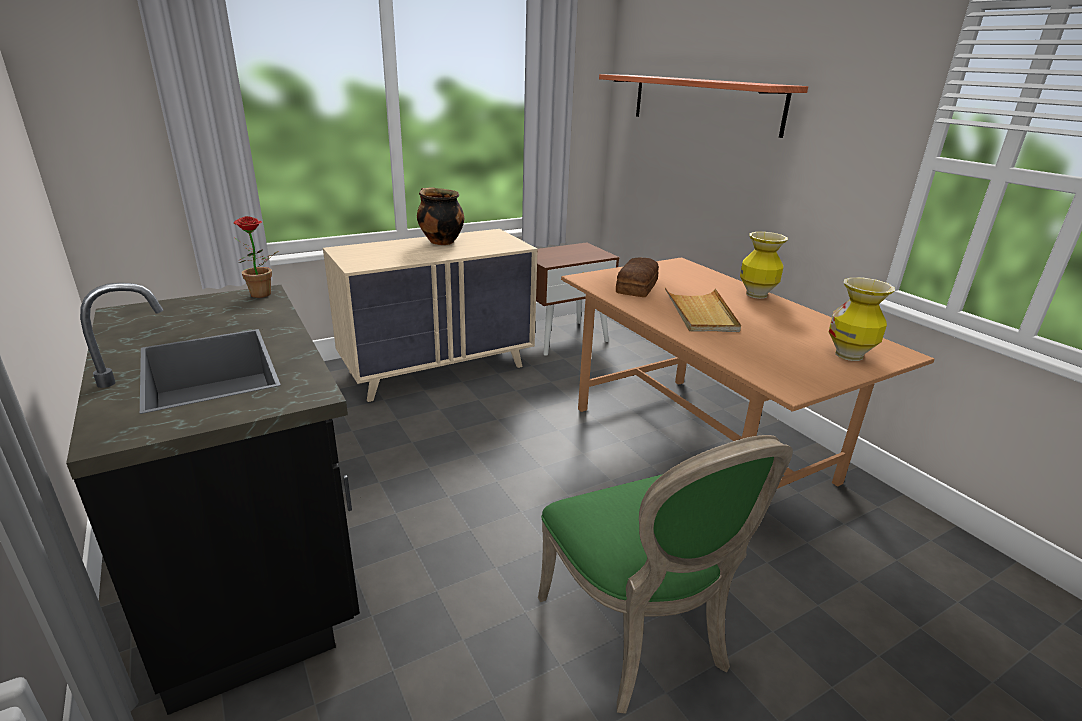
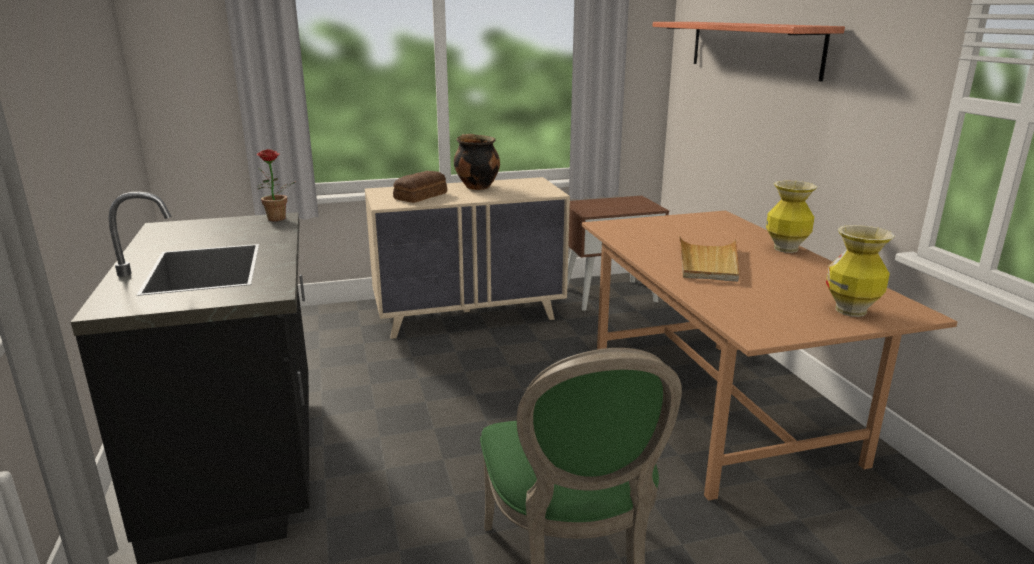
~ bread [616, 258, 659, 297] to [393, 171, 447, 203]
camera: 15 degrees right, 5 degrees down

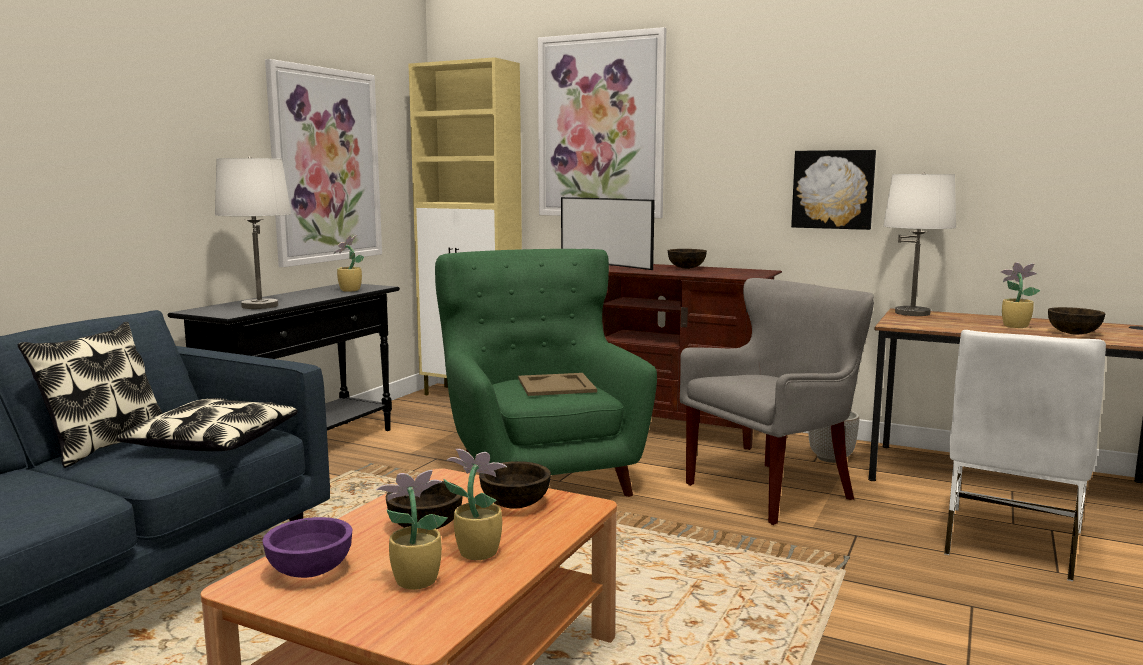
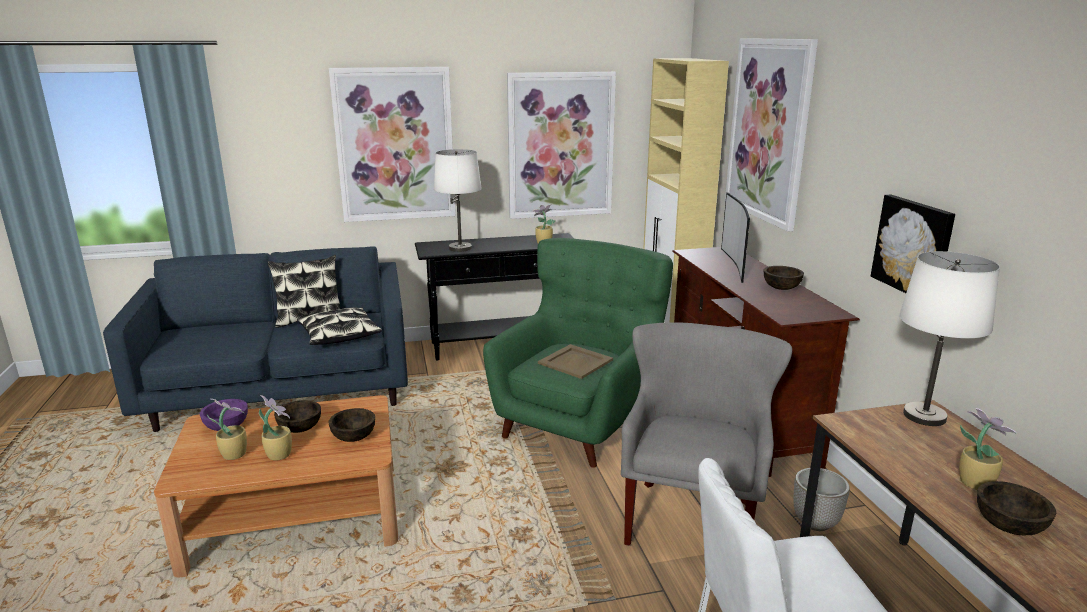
+ picture [329, 67, 456, 222]
~ armchair in grey [680, 278, 874, 525] = [621, 322, 792, 546] 90 degrees counterclockwise
camera: 50 degrees right, 10 degrees up

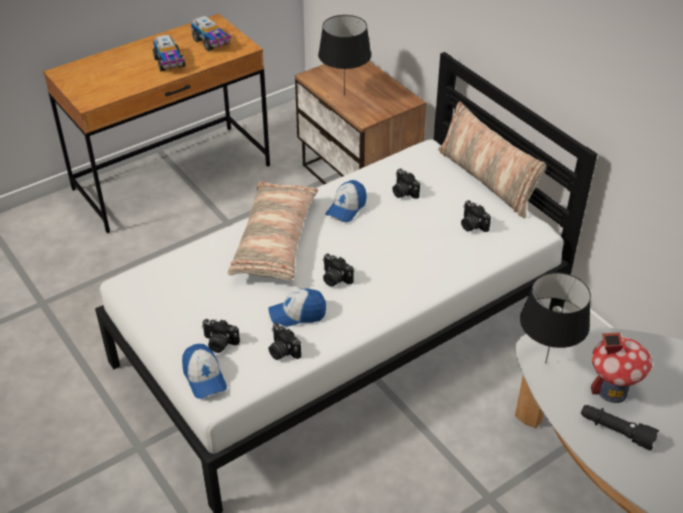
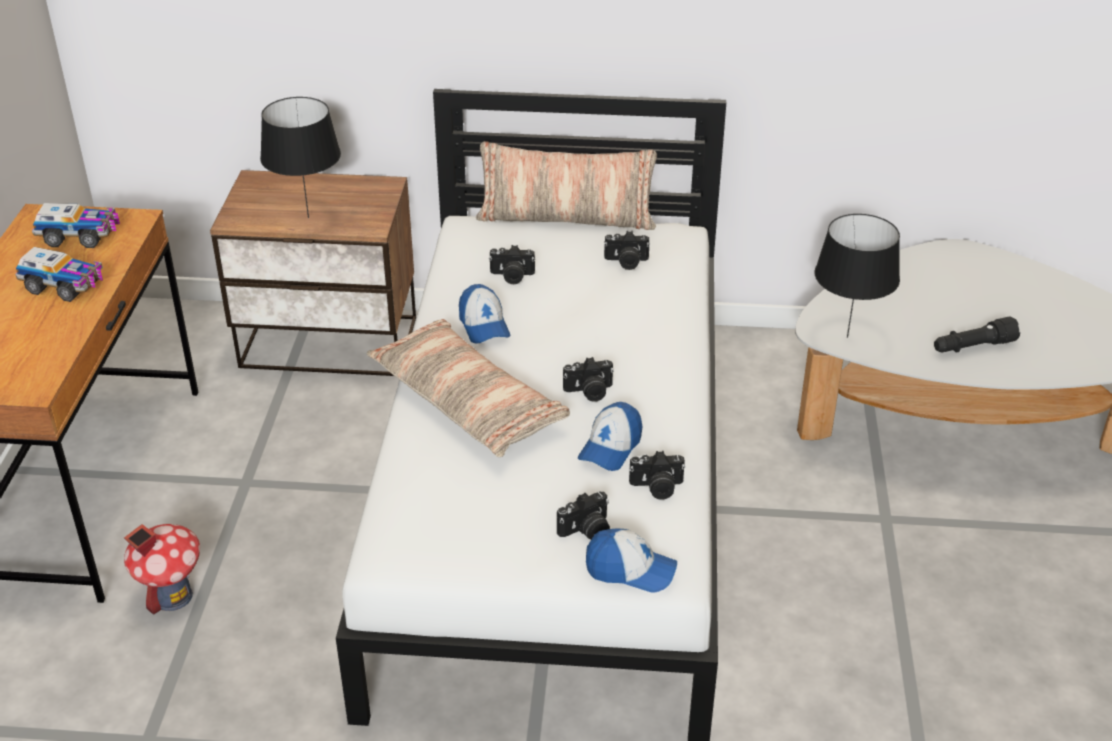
~ toy house [591, 332, 652, 403] to [124, 524, 200, 615]
camera: 50 degrees left, 5 degrees down

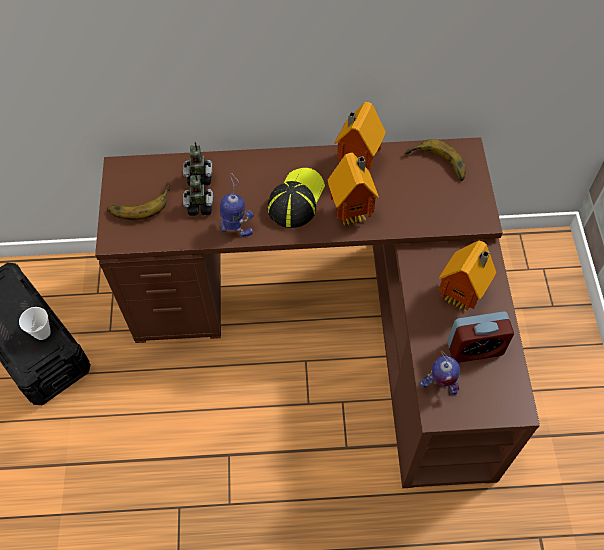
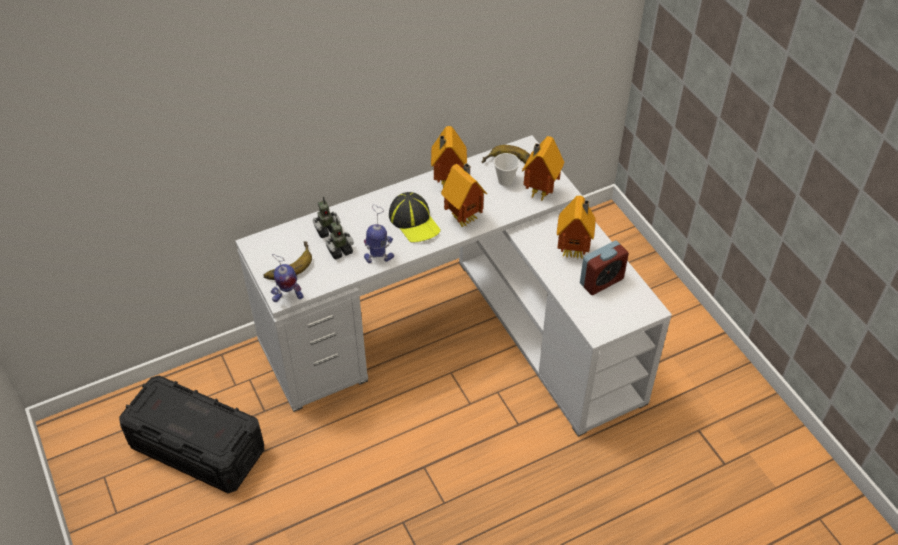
+ toy house [522, 136, 564, 202]
~ cup [19, 307, 51, 340] to [494, 153, 520, 186]
~ toy robot [419, 351, 460, 395] to [271, 254, 304, 302]
~ desk in brown [95, 137, 540, 488] to desk in white [236, 135, 672, 437]
~ cap [268, 168, 325, 228] = [389, 192, 441, 243] 150 degrees clockwise
camera: 25 degrees left, 10 degrees down

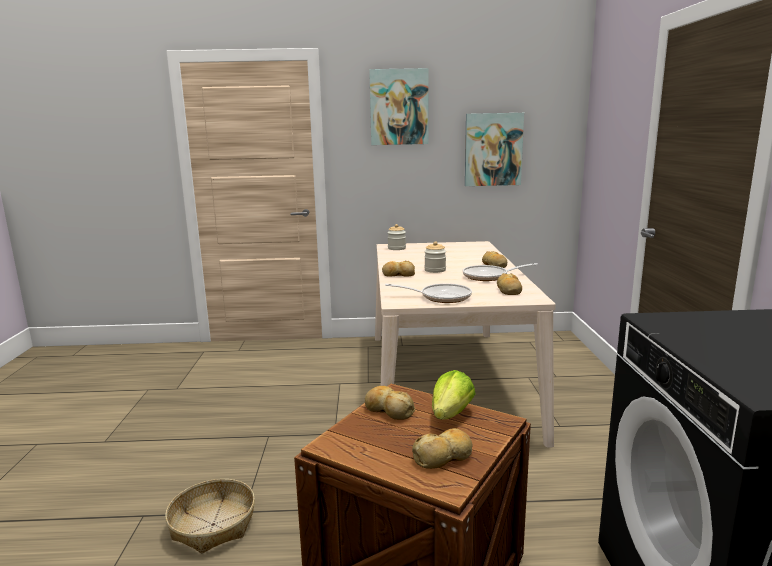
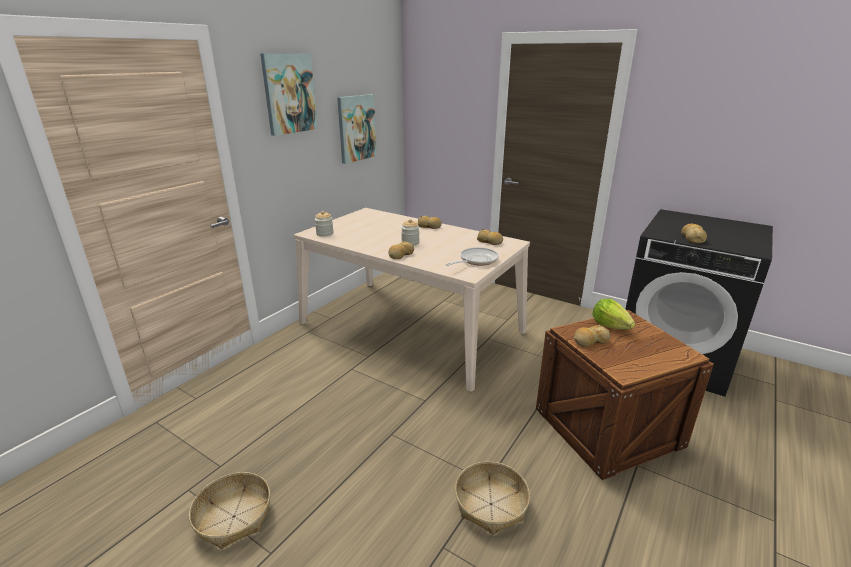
- frying pan [463, 263, 538, 281]
+ basket [189, 472, 271, 549]
~ bread [412, 428, 473, 469] to [681, 223, 707, 243]
camera: 55 degrees left, 10 degrees up

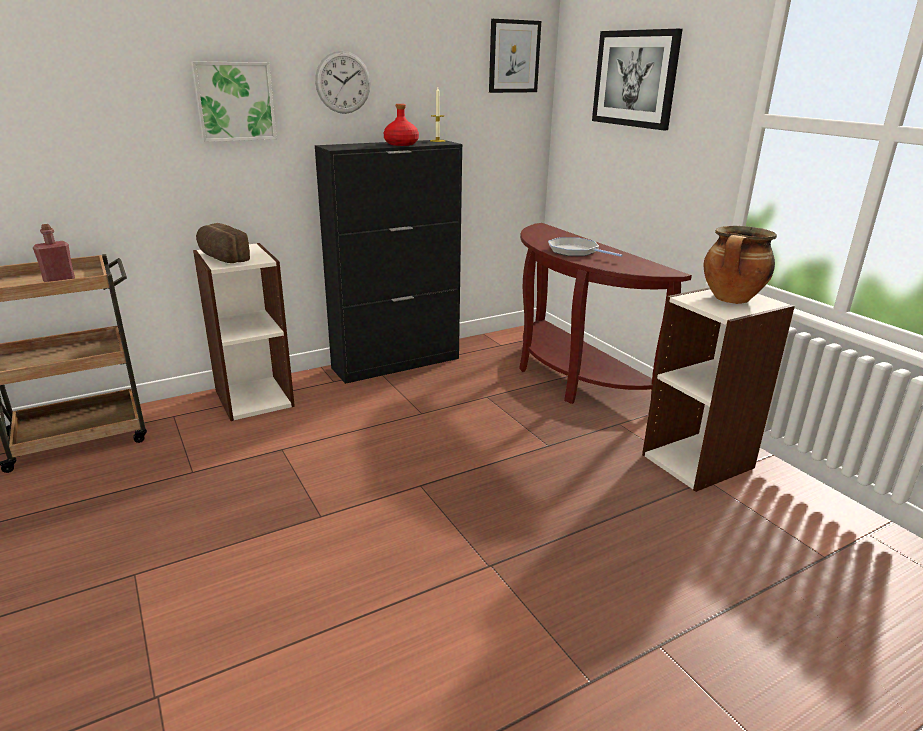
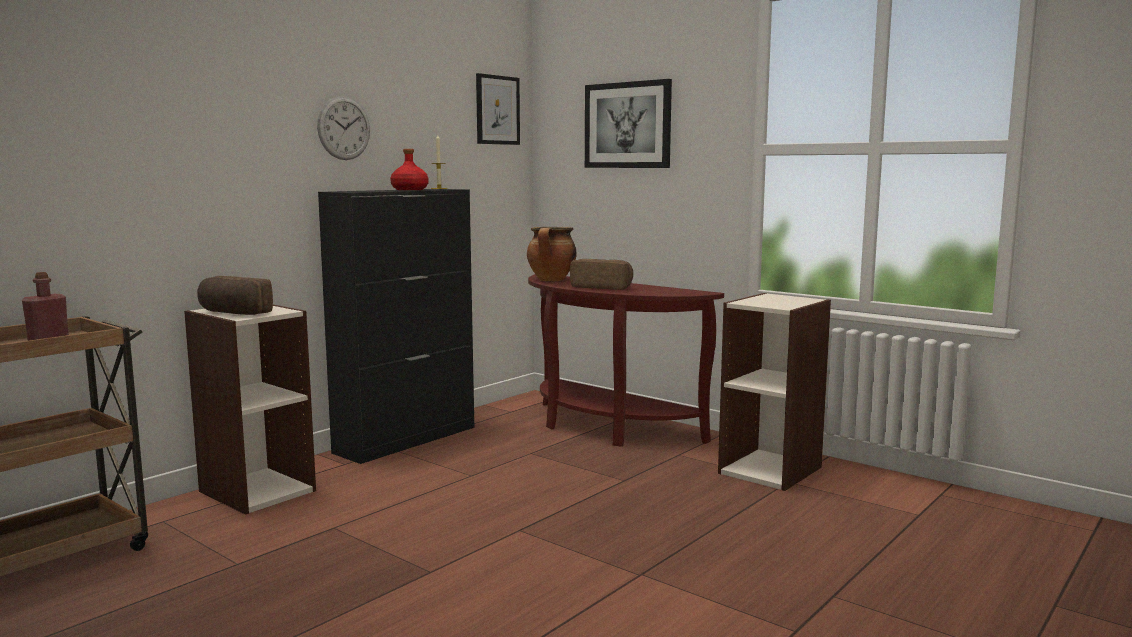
- picture [191, 61, 277, 142]
~ cooking pot [704, 226, 777, 304] to [527, 227, 577, 281]
~ frying pan [548, 237, 623, 257] to bread [570, 259, 633, 290]
camera: 20 degrees left, 15 degrees down

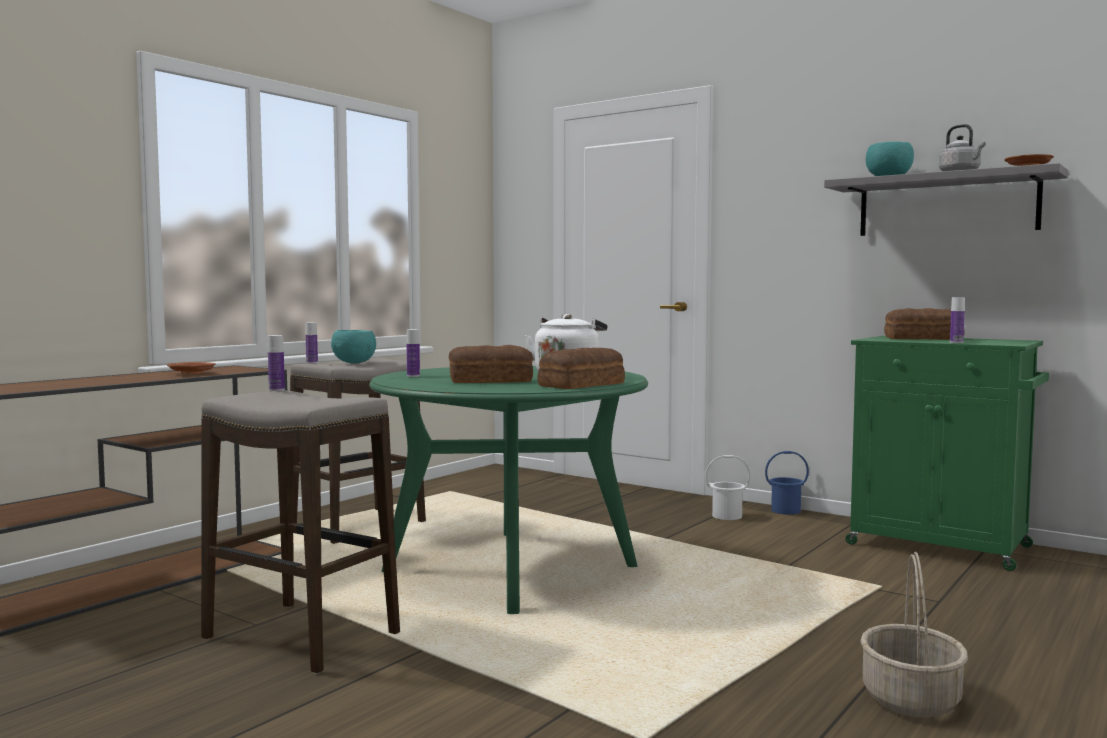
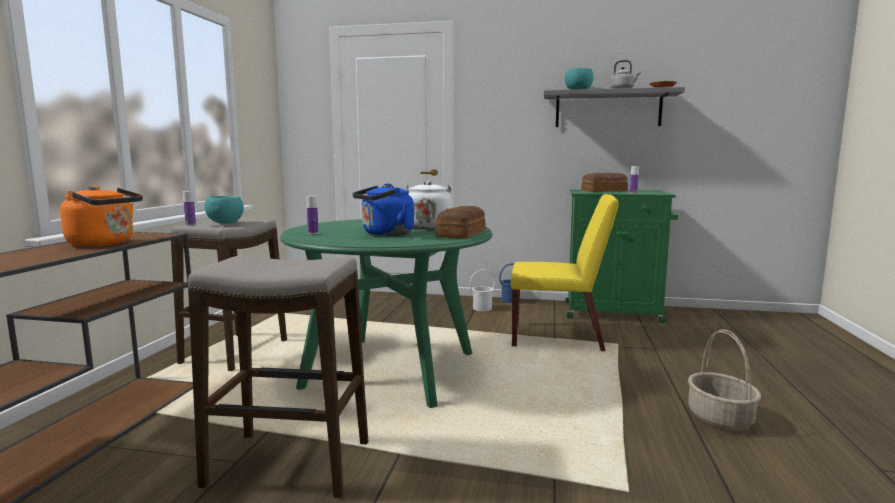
- bottle [268, 335, 285, 391]
+ chair in yellow [511, 194, 619, 351]
~ plate in brown [167, 362, 216, 374] to kettle in orange [60, 186, 143, 246]
~ bread [449, 345, 533, 383] to kettle in blue [352, 183, 414, 236]
camera: 25 degrees left, 5 degrees up

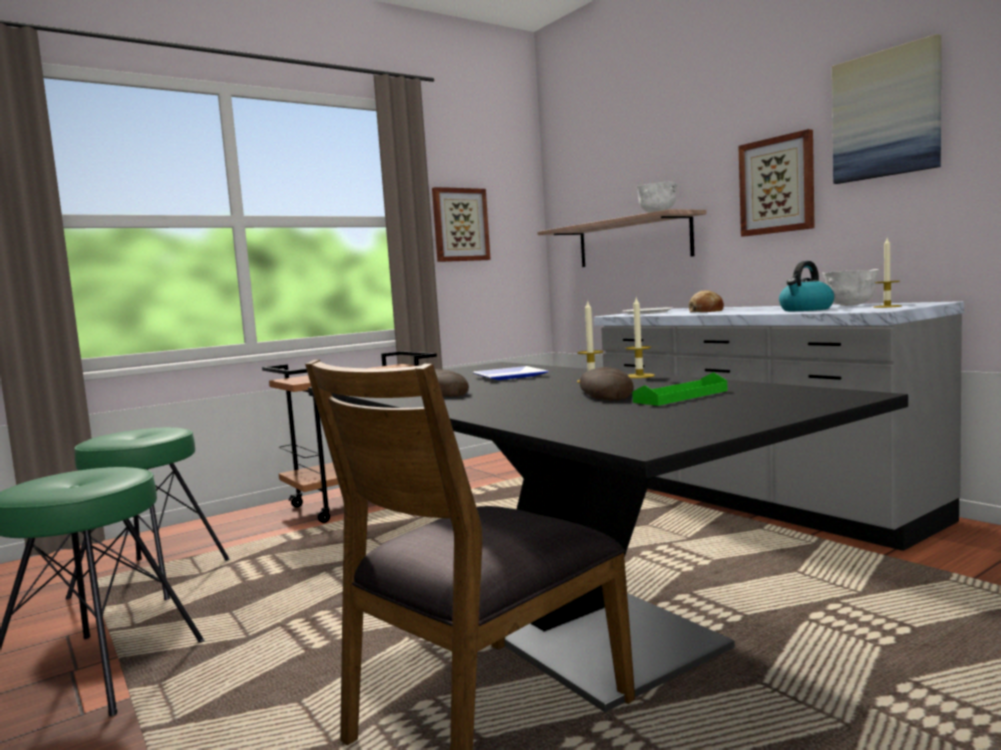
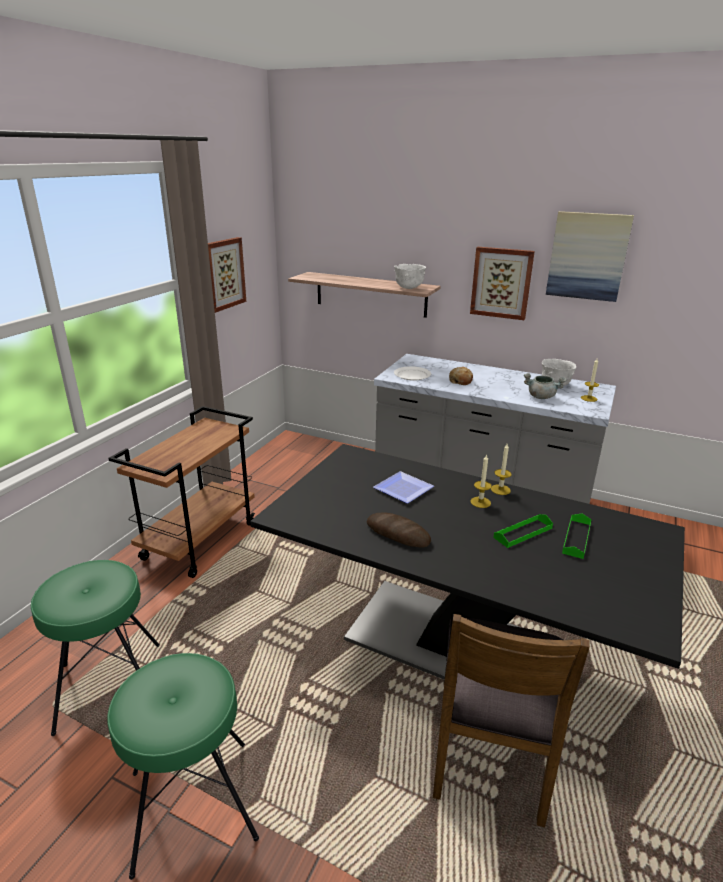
~ bread [579, 367, 634, 400] to tray in green [493, 514, 553, 548]
~ kettle [779, 261, 834, 311] to cooking pot in grey [524, 373, 567, 399]
camera: 30 degrees left, 20 degrees up

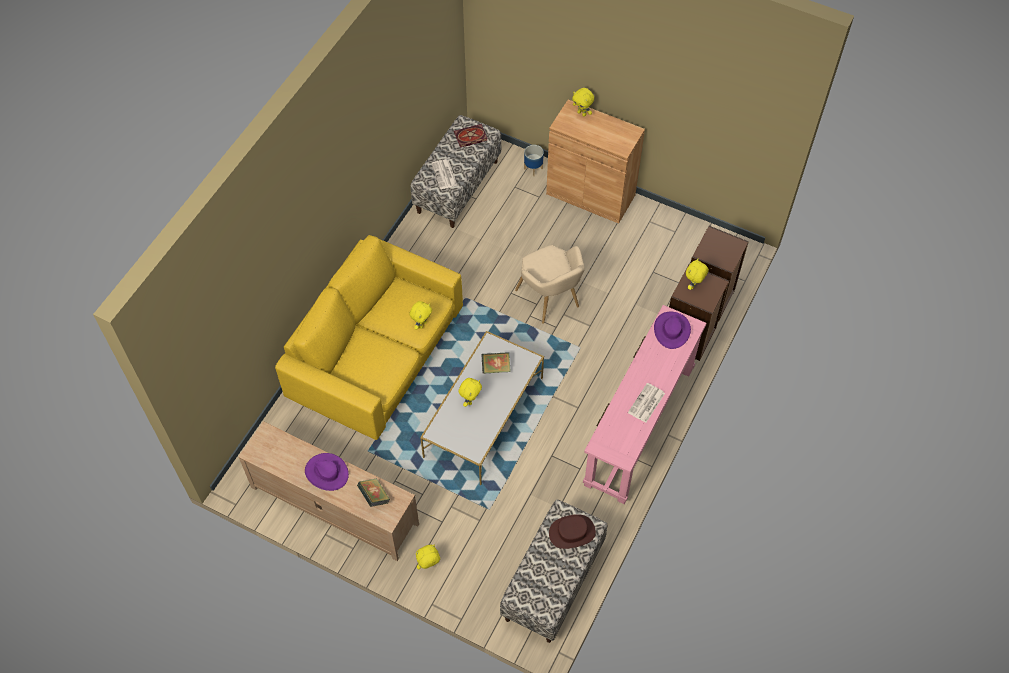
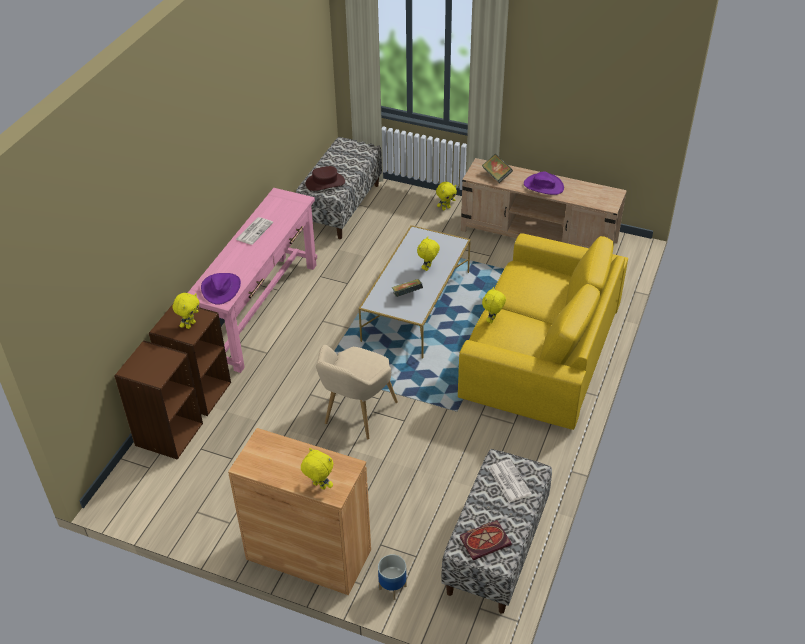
~ armchair in beige [515, 245, 585, 324] = [316, 345, 398, 439] 120 degrees counterclockwise
camera: 175 degrees right, 15 degrees down

